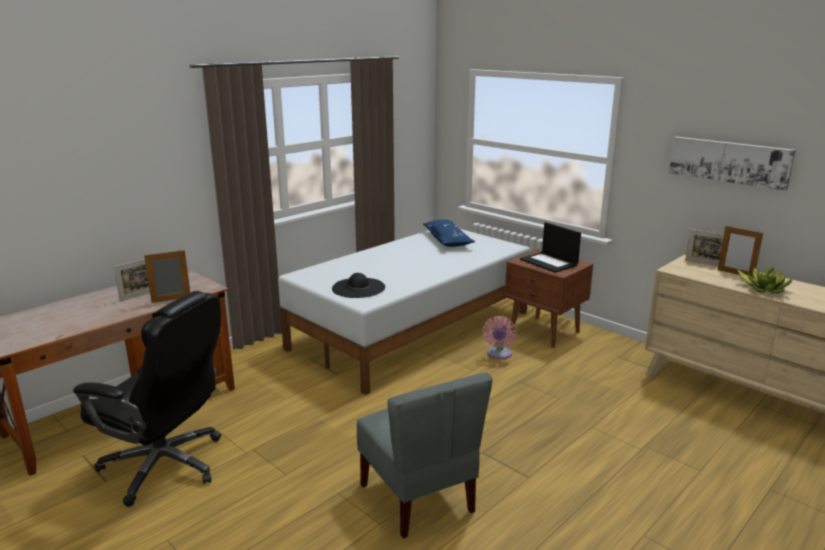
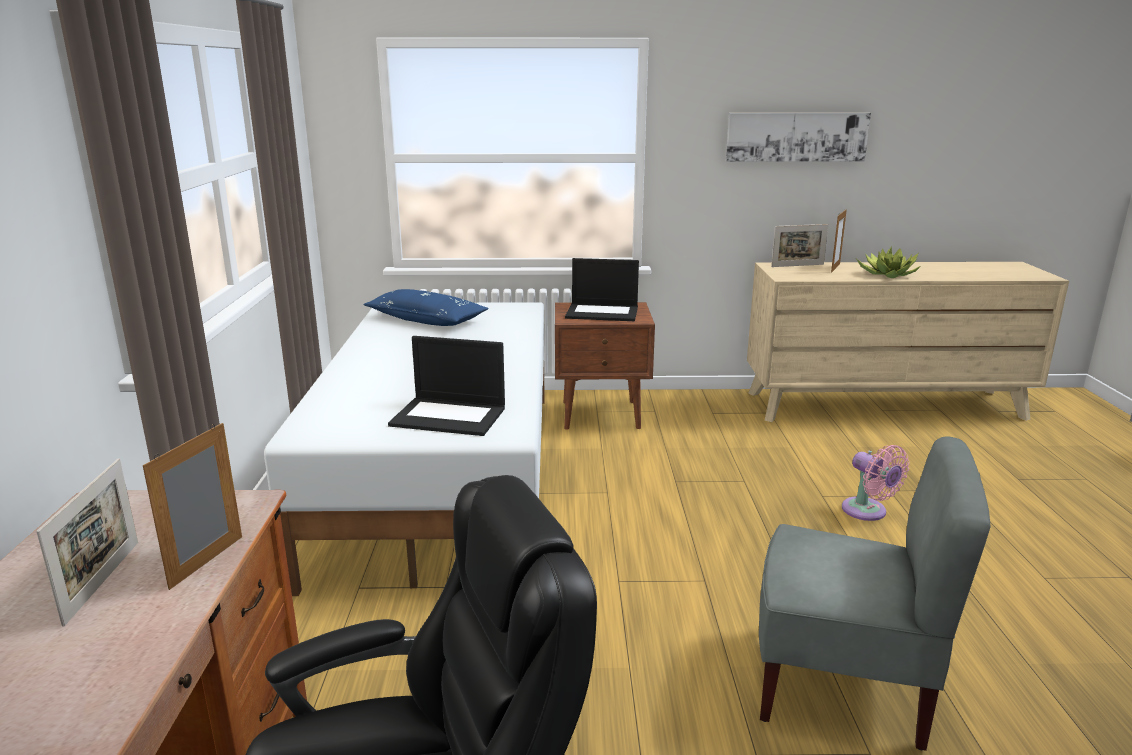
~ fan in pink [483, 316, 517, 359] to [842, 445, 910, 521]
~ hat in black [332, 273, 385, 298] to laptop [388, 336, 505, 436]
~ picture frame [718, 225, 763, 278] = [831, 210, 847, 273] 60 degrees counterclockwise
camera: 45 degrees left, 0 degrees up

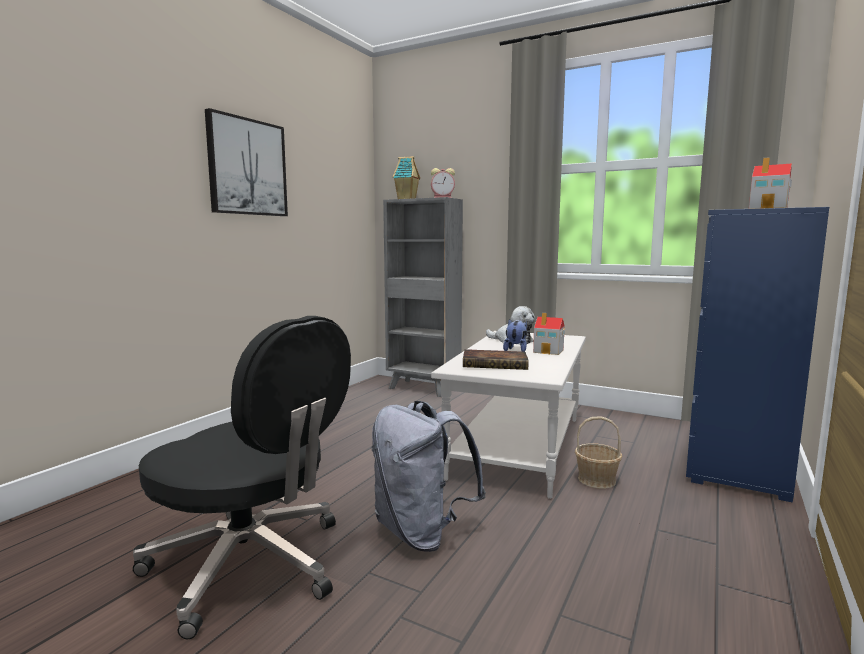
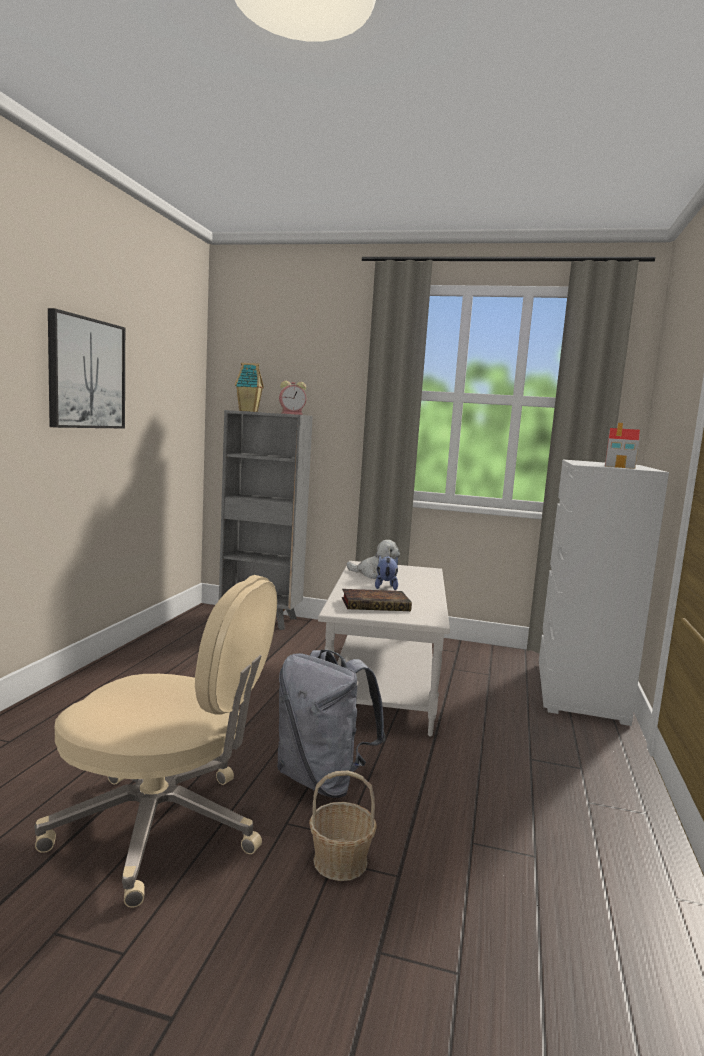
- toy house [533, 313, 565, 355]
~ basket [575, 416, 622, 489] to [309, 770, 377, 881]
~ office chair in black [133, 316, 351, 639] to office chair in beige [34, 575, 277, 908]
~ dresser in blue [686, 207, 829, 502] to dresser in white [539, 460, 669, 726]
camera: 15 degrees left, 0 degrees up

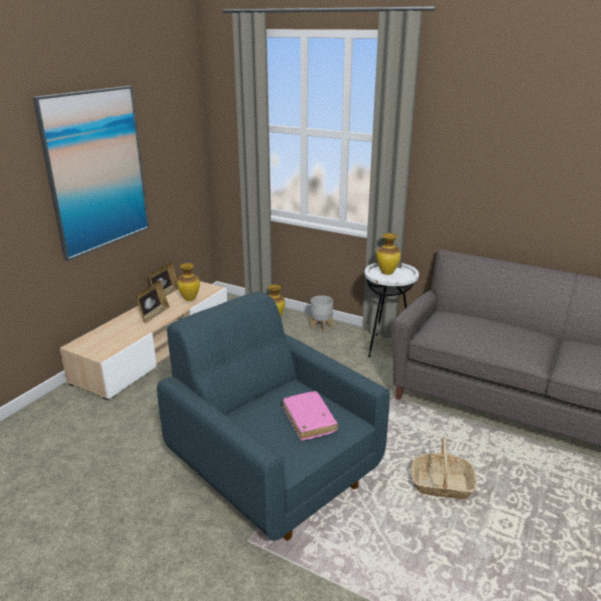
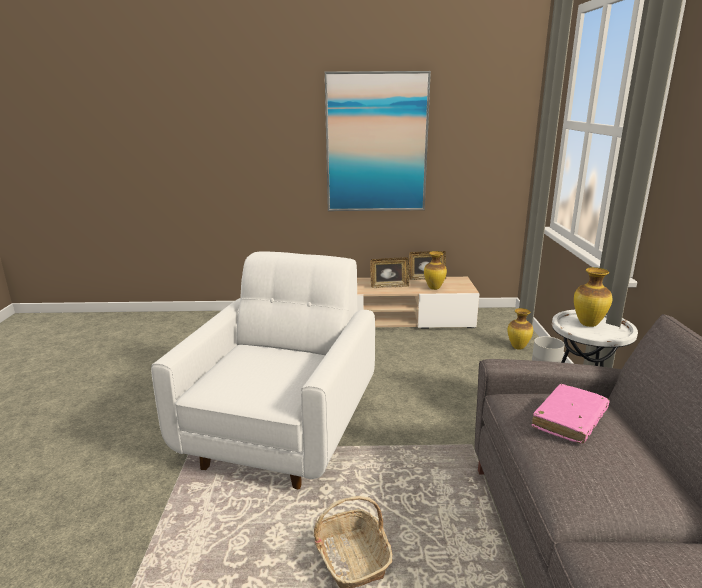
~ book in pink [283, 391, 338, 441] to [532, 384, 610, 444]
~ armchair in blue [157, 292, 390, 541] to armchair in white [151, 251, 375, 489]
camera: 60 degrees right, 5 degrees down

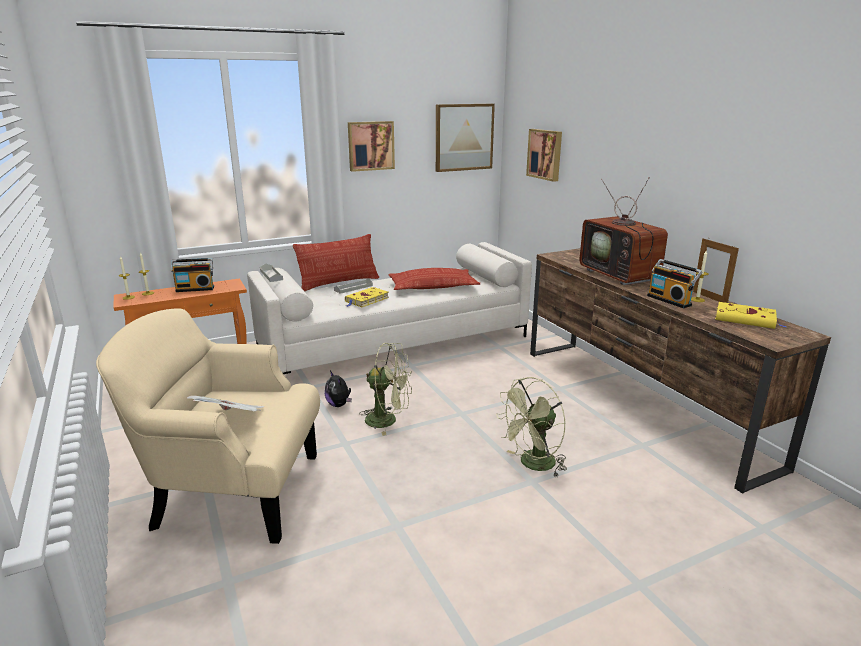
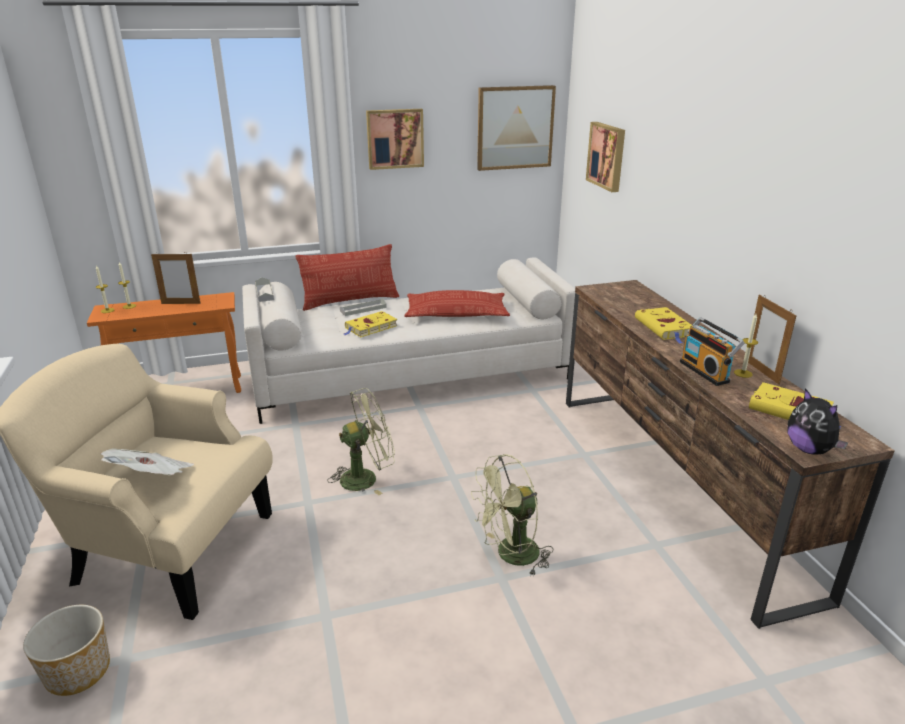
+ planter [23, 605, 110, 696]
~ plush toy [325, 371, 352, 407] to [788, 388, 848, 454]
~ radio [171, 258, 214, 292] to picture frame [151, 252, 201, 304]
~ television [579, 177, 668, 285] to book in yellow [635, 307, 692, 344]
~ fan in green [359, 343, 412, 436] = [327, 388, 395, 495] 45 degrees counterclockwise
camera: 10 degrees right, 5 degrees up

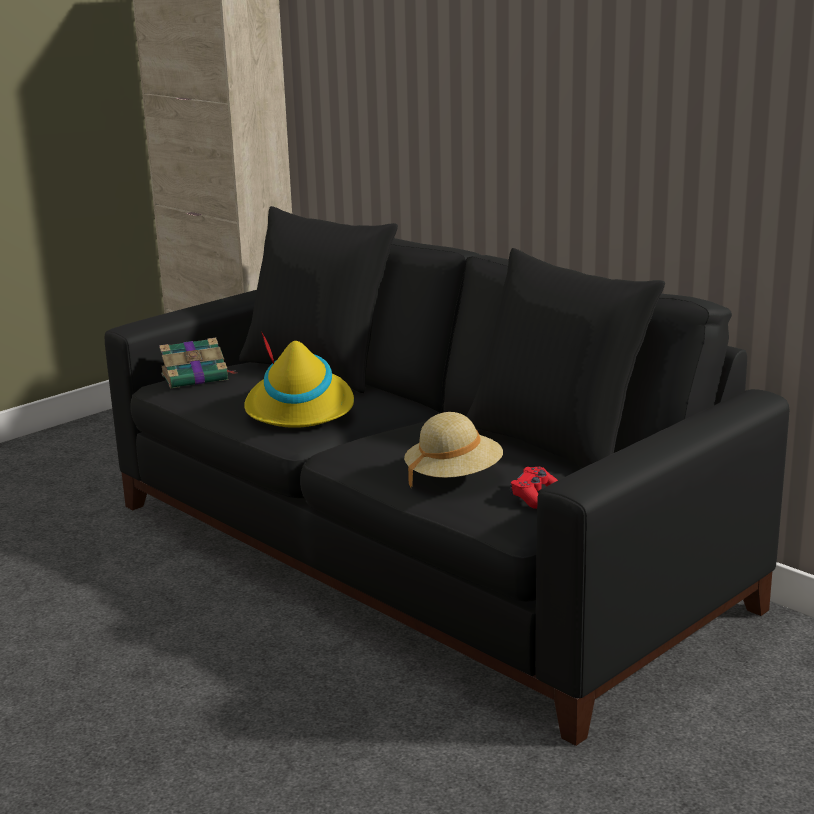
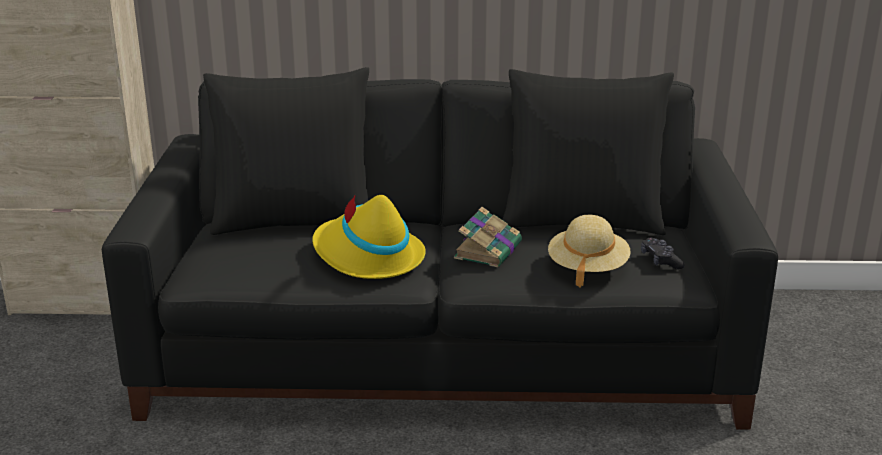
~ book [159, 338, 236, 388] to [454, 207, 522, 267]
~ game controller in red [510, 467, 558, 509] to game controller in black [641, 238, 684, 270]
camera: 45 degrees left, 5 degrees up

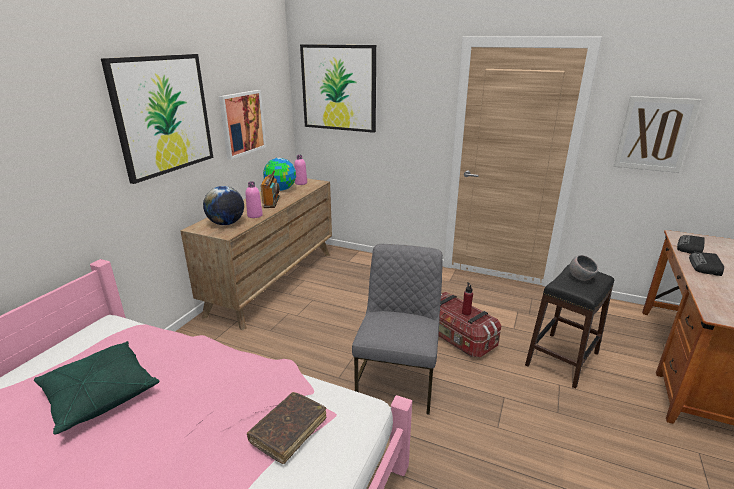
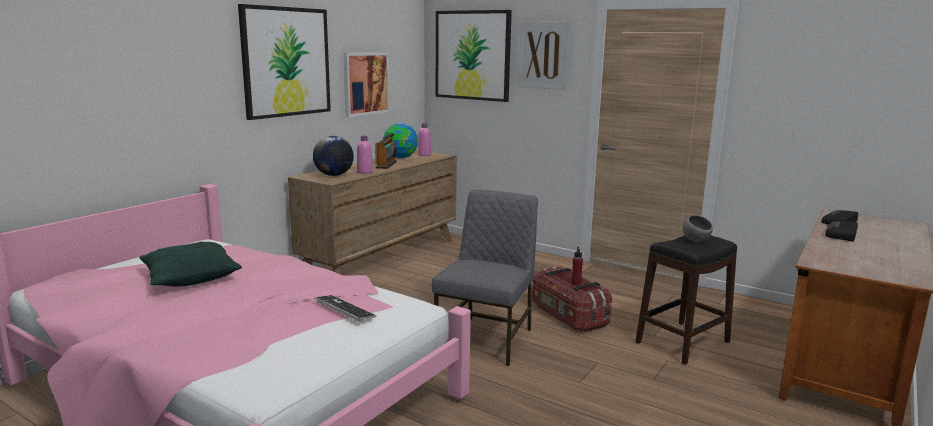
~ picture [614, 96, 701, 173] to [518, 21, 570, 90]
~ book in brown [247, 392, 326, 464] to keyboard [315, 295, 377, 322]
camera: 10 degrees right, 10 degrees down

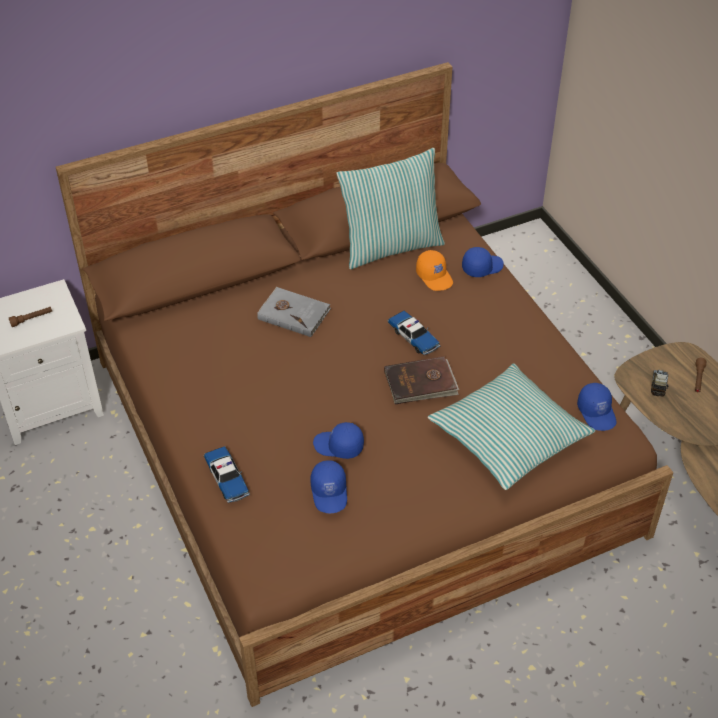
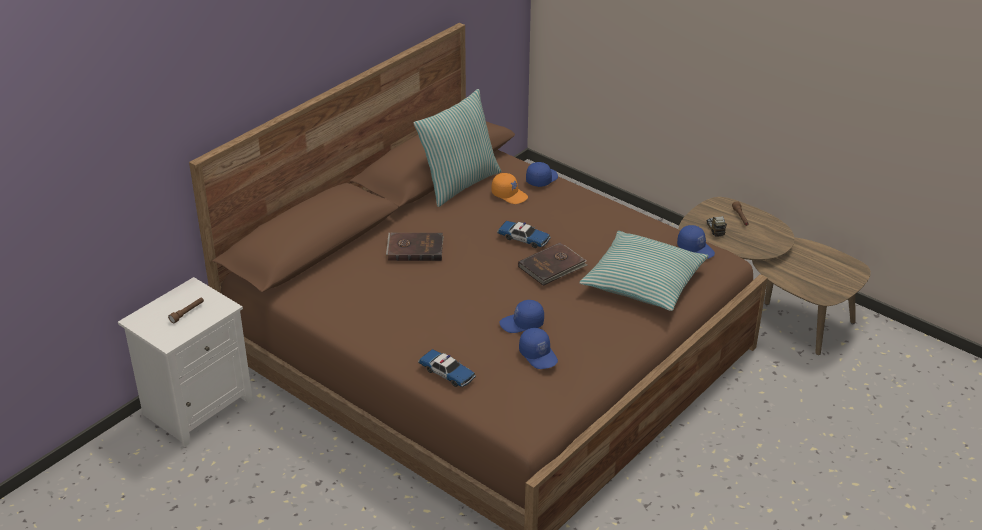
~ book in grey [257, 287, 331, 337] to book in brown [386, 233, 444, 261]
camera: 25 degrees left, 10 degrees down

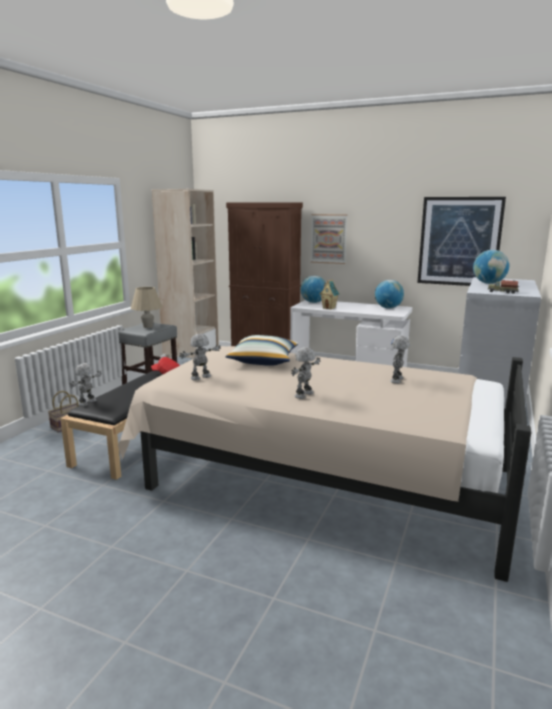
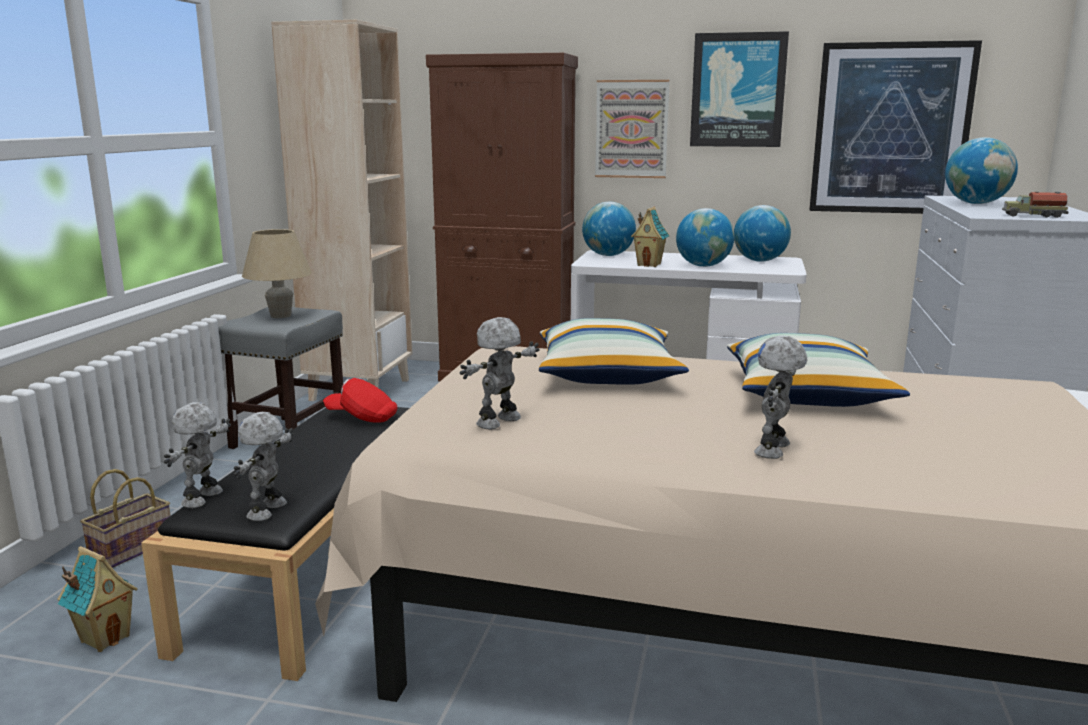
+ toy house [57, 546, 138, 652]
+ globe [676, 208, 734, 267]
+ picture [690, 31, 789, 147]
+ pillow [727, 333, 910, 407]
~ toy robot [390, 336, 410, 384] to [234, 412, 294, 521]
camera: 10 degrees left, 0 degrees up

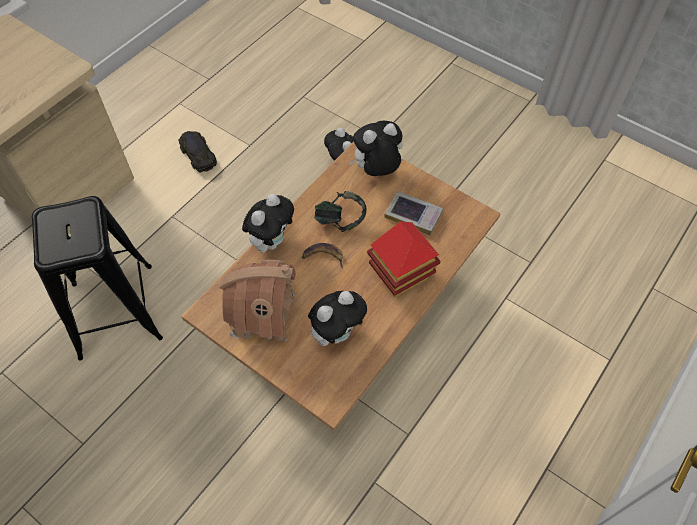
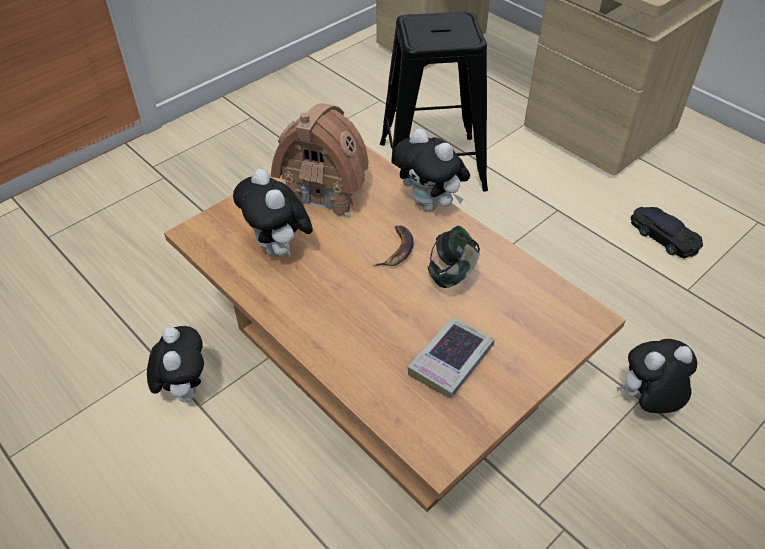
- toy house [367, 221, 441, 297]
~ plush toy [349, 121, 402, 176] to [147, 326, 204, 402]
~ toy car in black [178, 131, 217, 172] = [631, 207, 703, 259] 105 degrees counterclockwise
camera: 100 degrees right, 10 degrees down

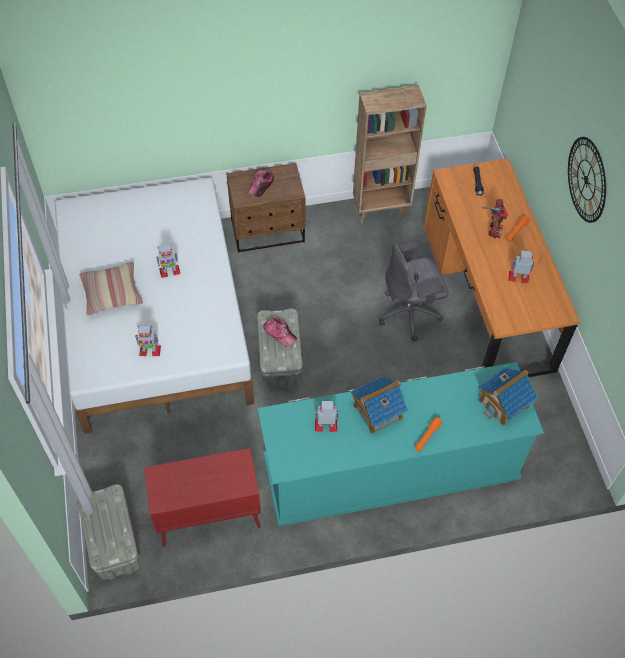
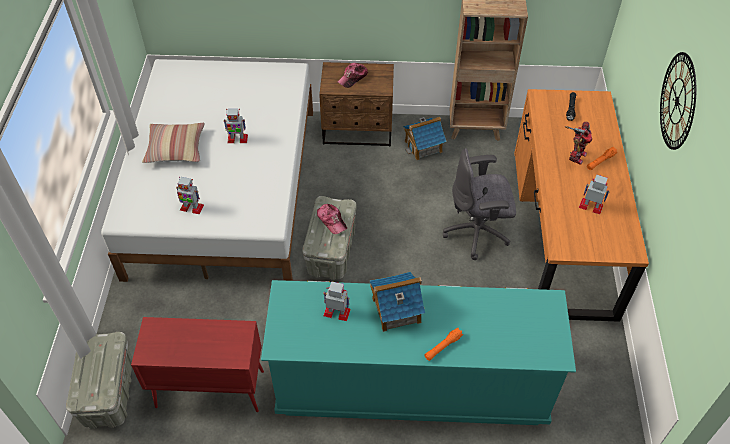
~ toy house [478, 366, 538, 426] to [403, 117, 447, 160]
camera: 15 degrees right, 5 degrees down

